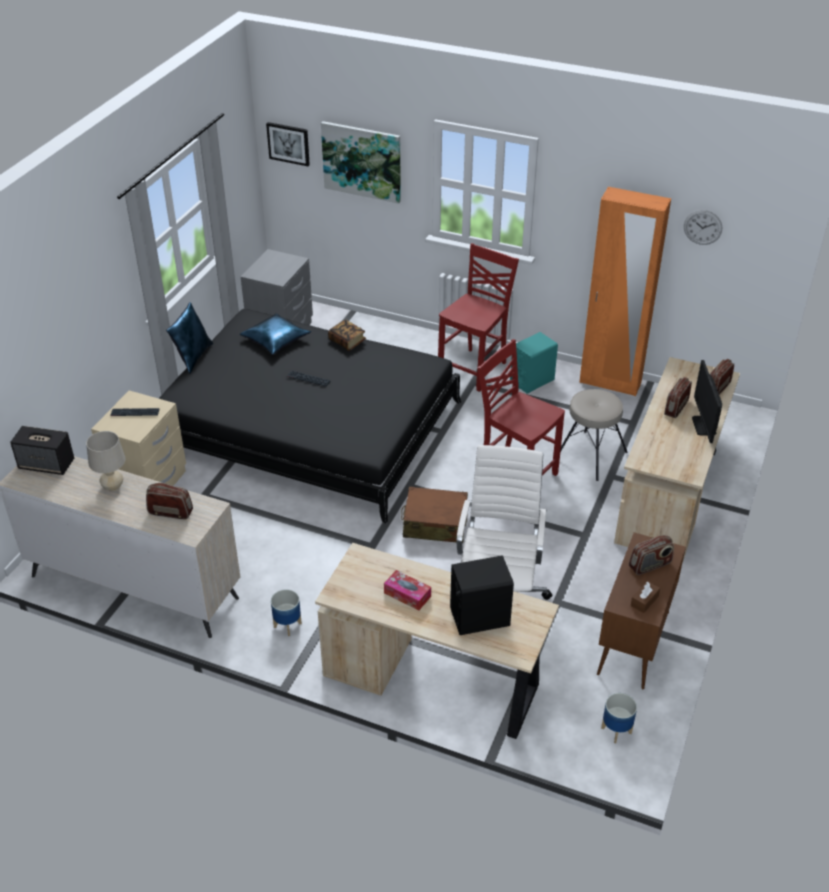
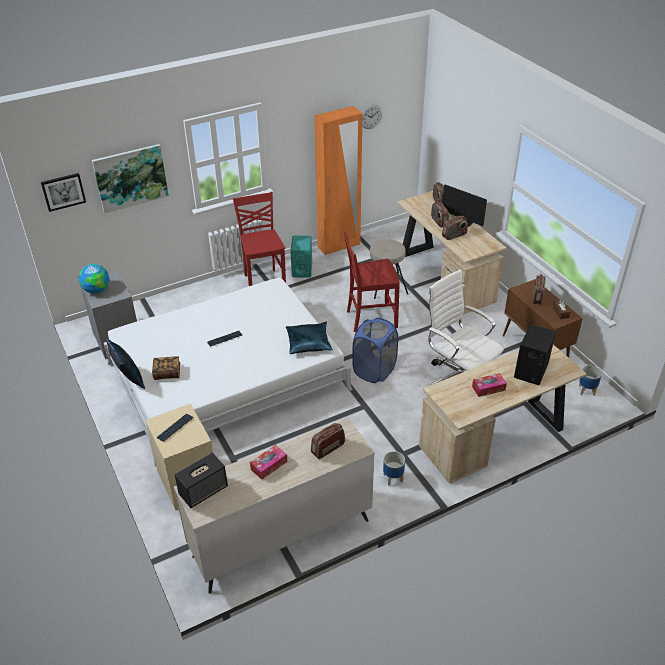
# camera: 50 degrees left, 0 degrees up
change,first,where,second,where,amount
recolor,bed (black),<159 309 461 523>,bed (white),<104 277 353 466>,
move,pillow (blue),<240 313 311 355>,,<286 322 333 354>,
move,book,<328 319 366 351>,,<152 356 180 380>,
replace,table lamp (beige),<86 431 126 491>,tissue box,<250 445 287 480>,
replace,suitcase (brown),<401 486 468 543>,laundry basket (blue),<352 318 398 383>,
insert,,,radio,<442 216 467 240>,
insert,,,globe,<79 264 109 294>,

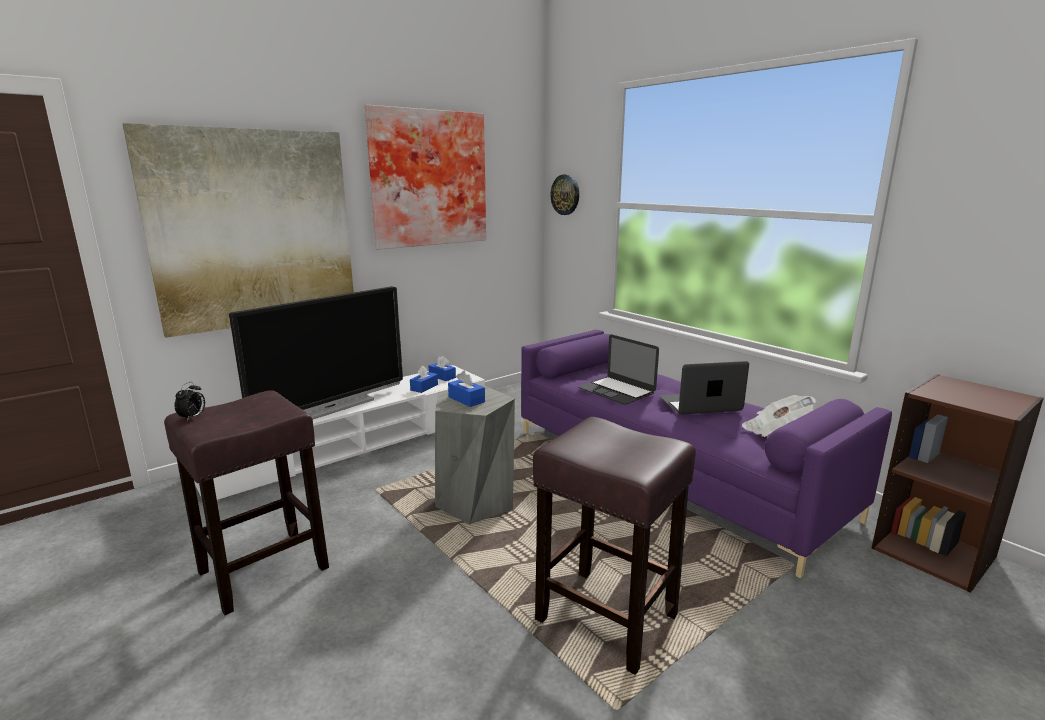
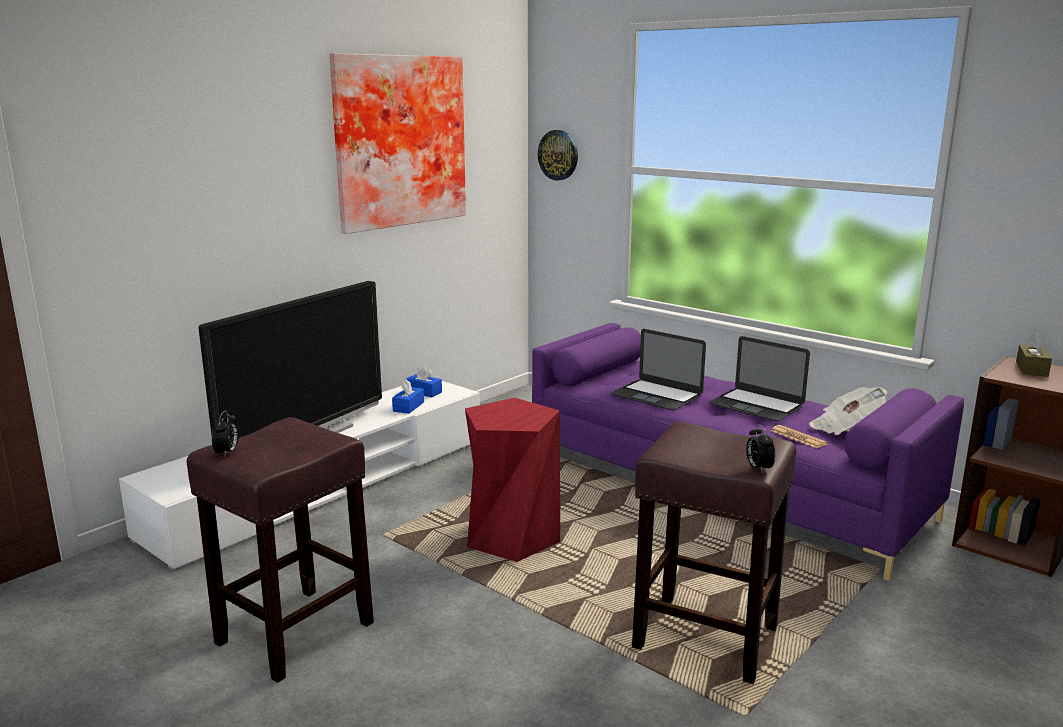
# camera: 10 degrees left, 0 degrees up
change,first,where,second,where,amount
delete,picture,<123 123 354 338>,,,
rotate,laptop,<660 361 749 415>,,<709 336 810 421>,120 degrees counterclockwise
delete,tissue box (blue),<448 371 485 407>,,,
recolor,stool (grey),<435 385 515 524>,stool (red),<465 398 560 562>,
insert,,,tissue box (brown),<1016 334 1052 377>,
insert,,,alarm clock,<746 424 775 474>,
insert,,,newspaper,<771 425 828 448>,

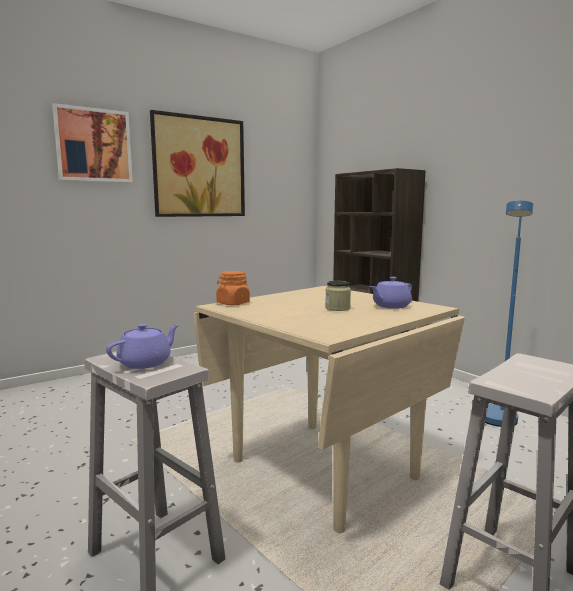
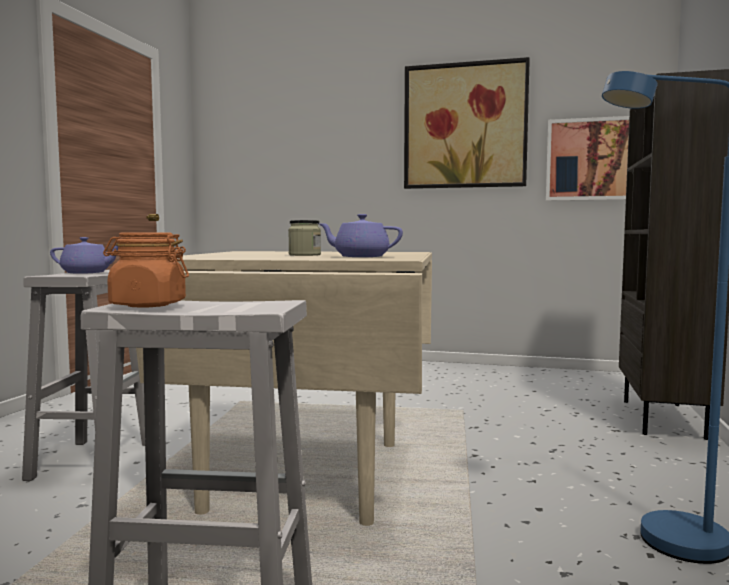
# camera: 50 degrees right, 5 degrees down
change,first,where,second,where,amount
move,picture,<52 103 133 182>,,<546 116 629 201>,
move,jar (orange),<216 271 250 305>,,<103 232 189 308>,

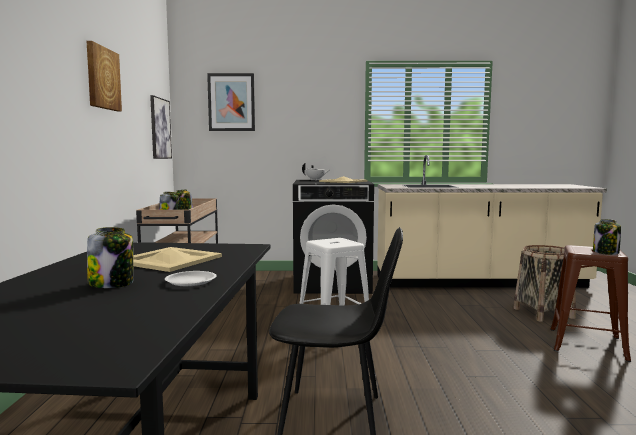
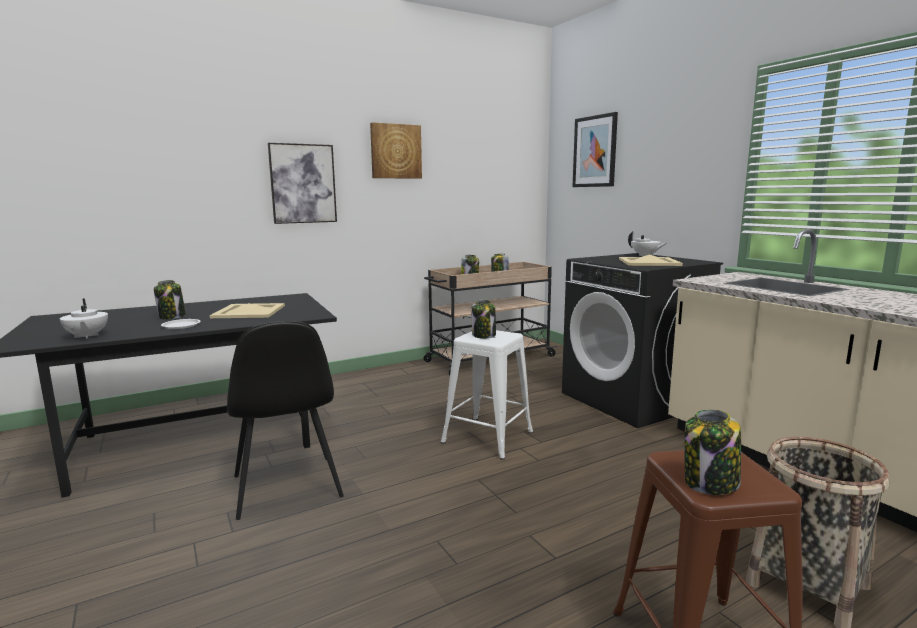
# camera: 60 degrees right, 5 degrees up
change,first,where,second,where,amount
move,picture,<150 95 172 159>,,<268 143 337 224>,
insert,,,teapot (white),<60 298 108 339>,
insert,,,jar,<471 300 496 339>,

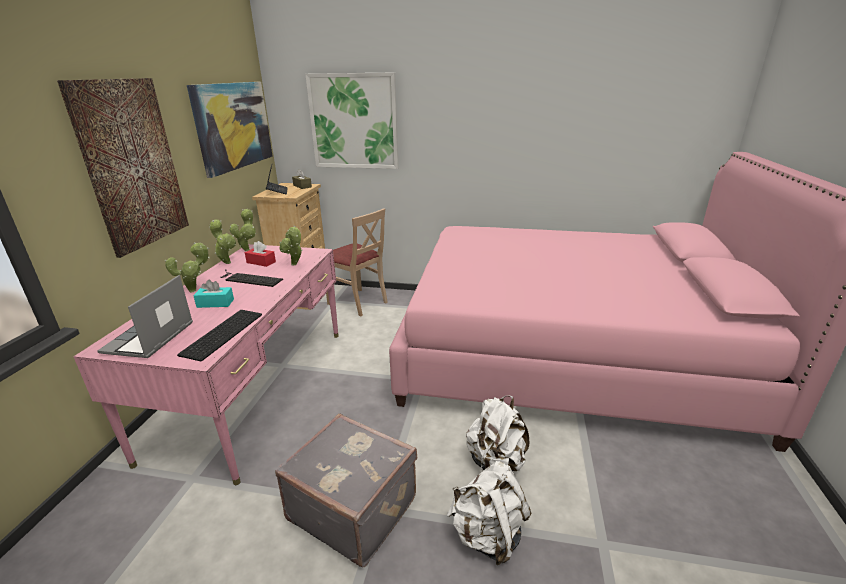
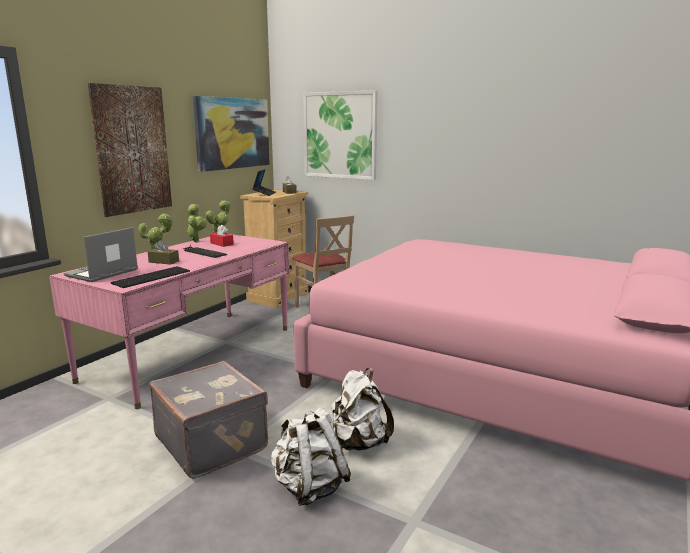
# camera: 20 degrees right, 10 degrees down
change,first,where,second,where,amount
delete,potted plant,<280 226 303 265>,,,
recolor,tissue box (turquoise),<193 280 234 308>,tissue box (brown),<147 240 179 265>,

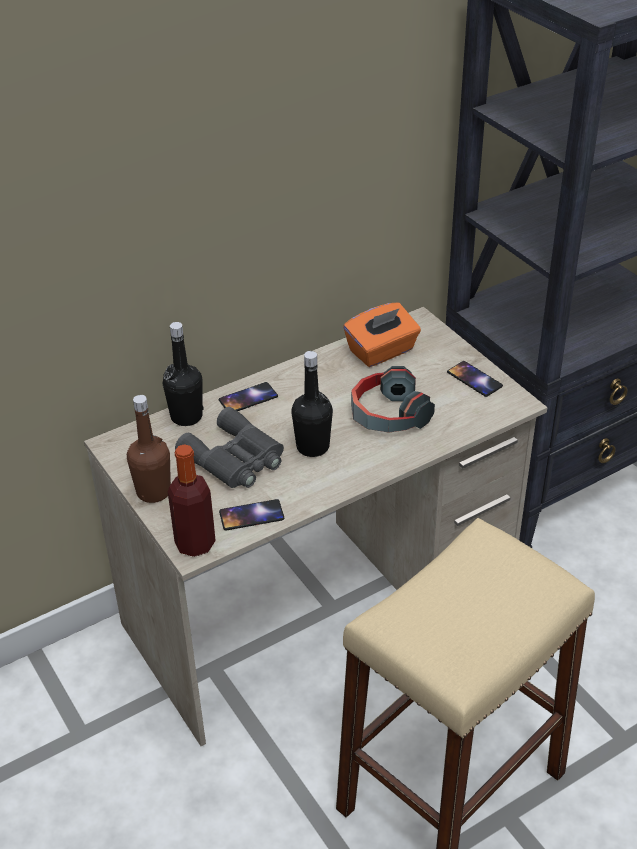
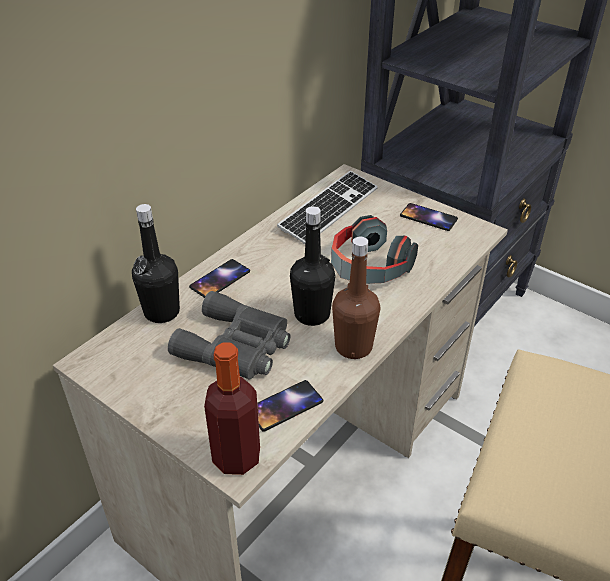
# camera: 20 degrees left, 0 degrees up
change,first,where,second,where,amount
replace,tissue box (orange),<343 303 421 367>,keyboard,<277 171 378 244>,
move,bottle (brown),<127 395 171 503>,,<332 237 380 359>,

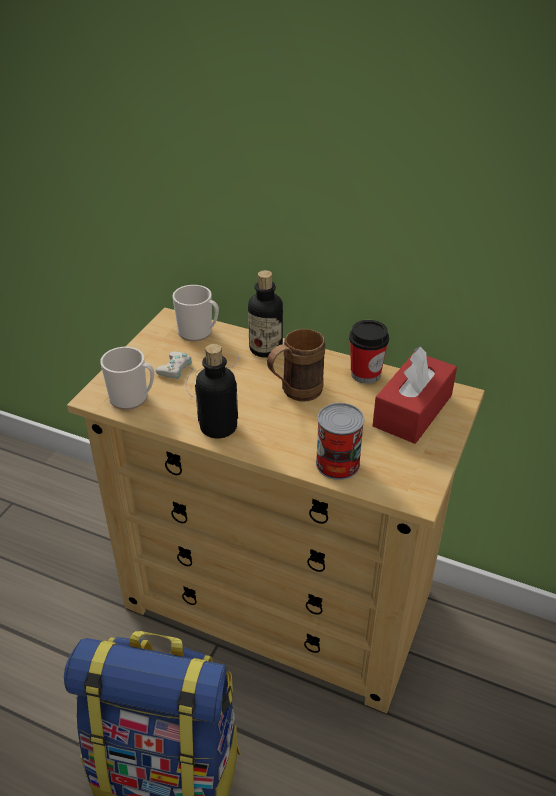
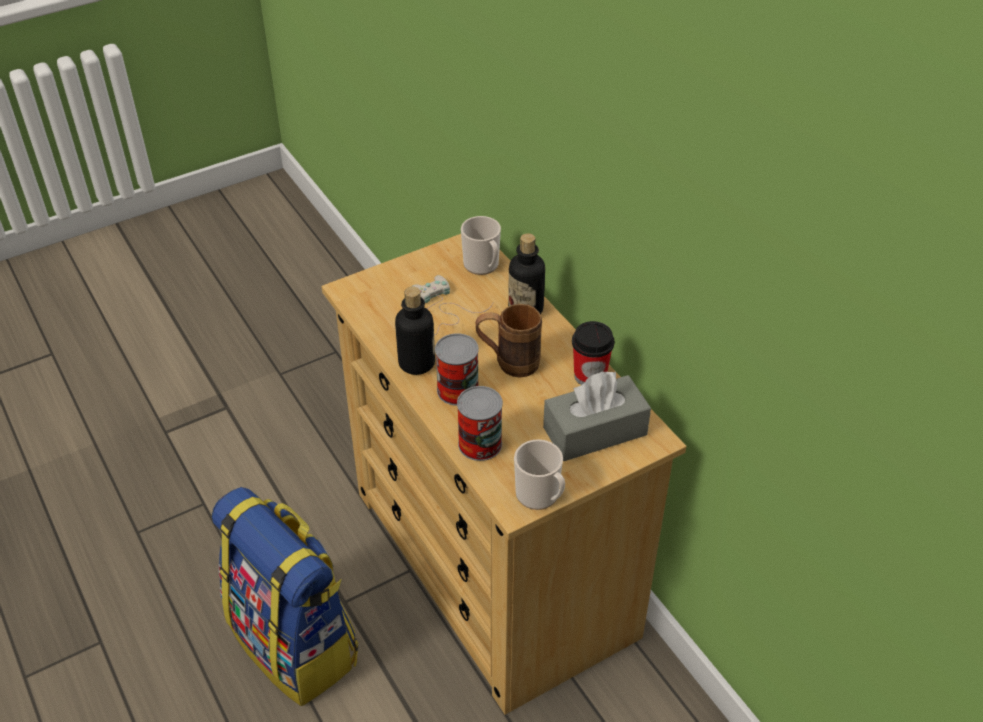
# camera: 35 degrees right, 5 degrees up
change,first,where,second,where,amount
move,mug,<100 347 154 410>,,<514 439 565 510>,
recolor,tissue box (red),<372 347 457 444>,tissue box (grey),<543 371 651 461>,
insert,,,can,<435 333 479 406>,

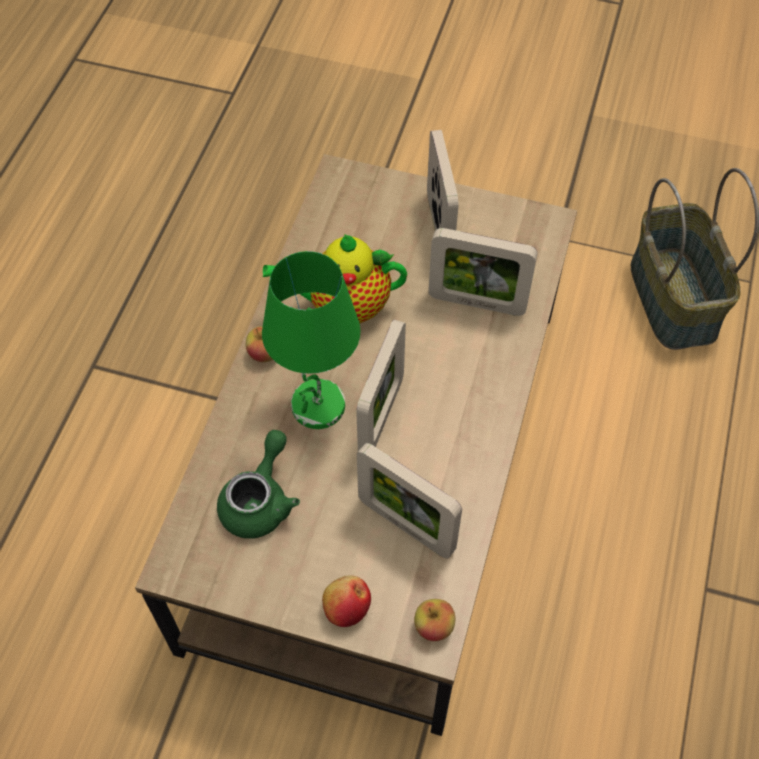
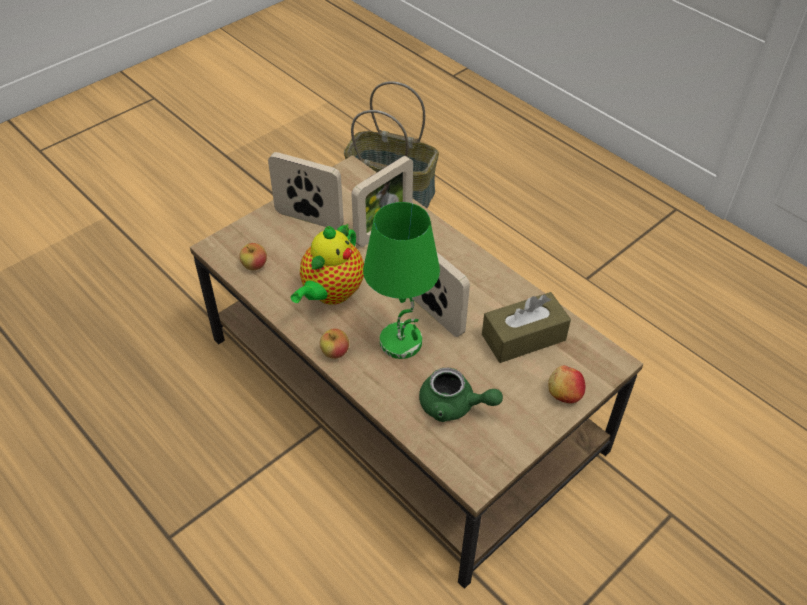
# camera: 60 degrees left, 10 degrees down
change,first,where,second,where,amount
rotate,teapot (green),<217 430 300 539>,,<419 368 503 422>,150 degrees clockwise
replace,picture frame,<357 443 462 559>,tissue box (brown),<482 292 571 363>,
move,apple,<414 599 456 641>,,<239 243 267 270>,

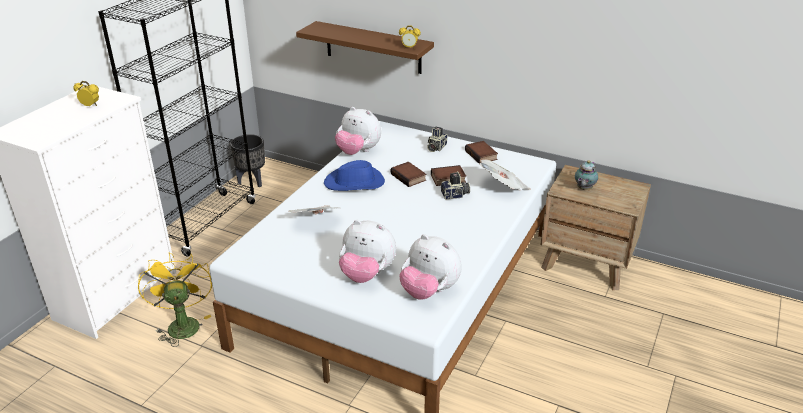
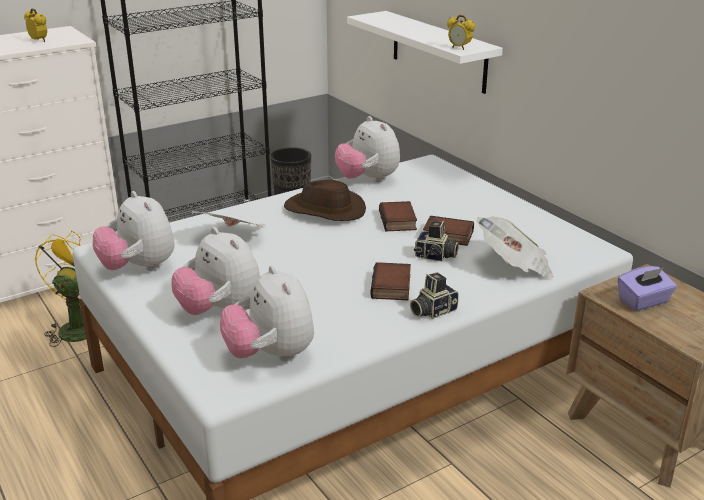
# camera: 30 degrees right, 5 degrees down
change,first,where,second,where,amount
recolor,shelf (brown),<296 21 434 74>,shelf (white),<347 11 503 94>,
move,photo camera,<427 127 447 152>,,<410 273 459 319>,
move,book,<465 141 498 163>,,<370 262 411 300>,
recolor,hat (blue),<324 160 385 191>,hat (brown),<284 180 366 221>,
replace,teapot,<575 160 598 190>,tissue box (purple),<618 266 677 311>,
insert,,,plush toy,<93 191 175 271>,

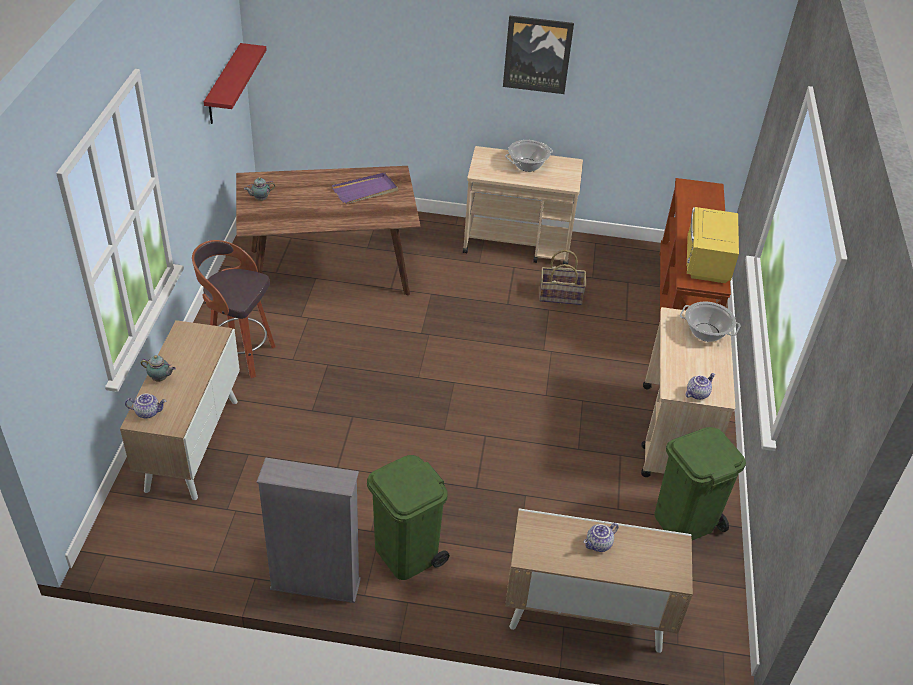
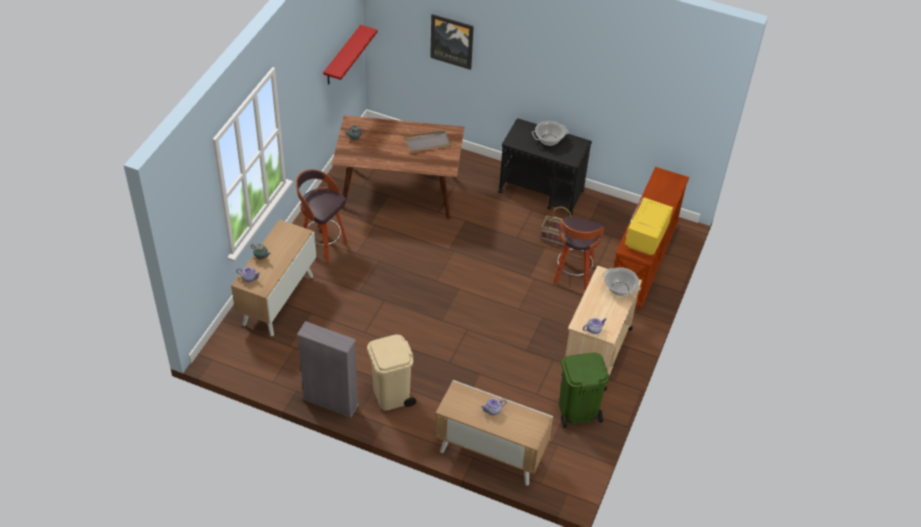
# camera: 15 degrees right, 5 degrees up
change,first,where,second,where,amount
move,picture,<503 15 574 94>,,<430 14 474 70>,
recolor,cart (beige),<463 146 583 265>,cart (black),<498 118 592 216>,
recolor,tray (purple),<332 172 398 204>,tray (grey),<405 131 451 152>,
recolor,trash can (green),<367 455 450 580>,trash can (beige),<367 334 417 411>,
insert,,,stool,<554 217 604 290>,

